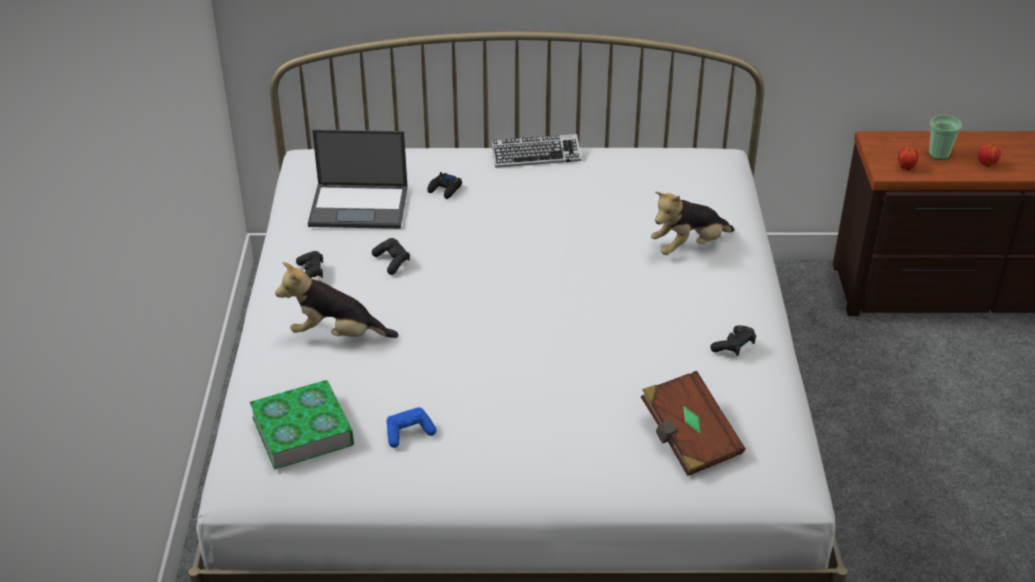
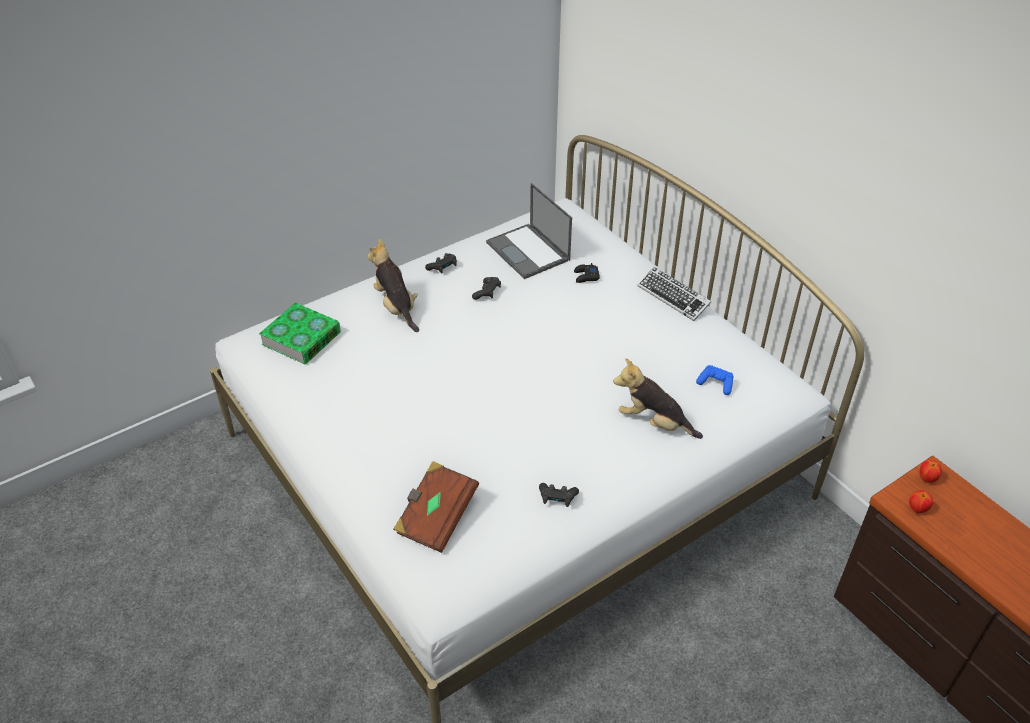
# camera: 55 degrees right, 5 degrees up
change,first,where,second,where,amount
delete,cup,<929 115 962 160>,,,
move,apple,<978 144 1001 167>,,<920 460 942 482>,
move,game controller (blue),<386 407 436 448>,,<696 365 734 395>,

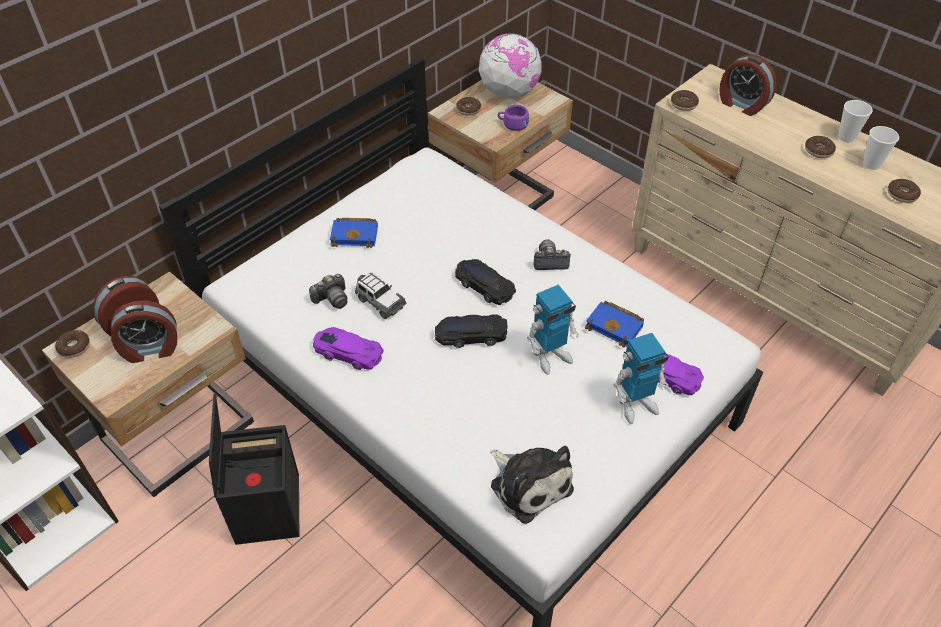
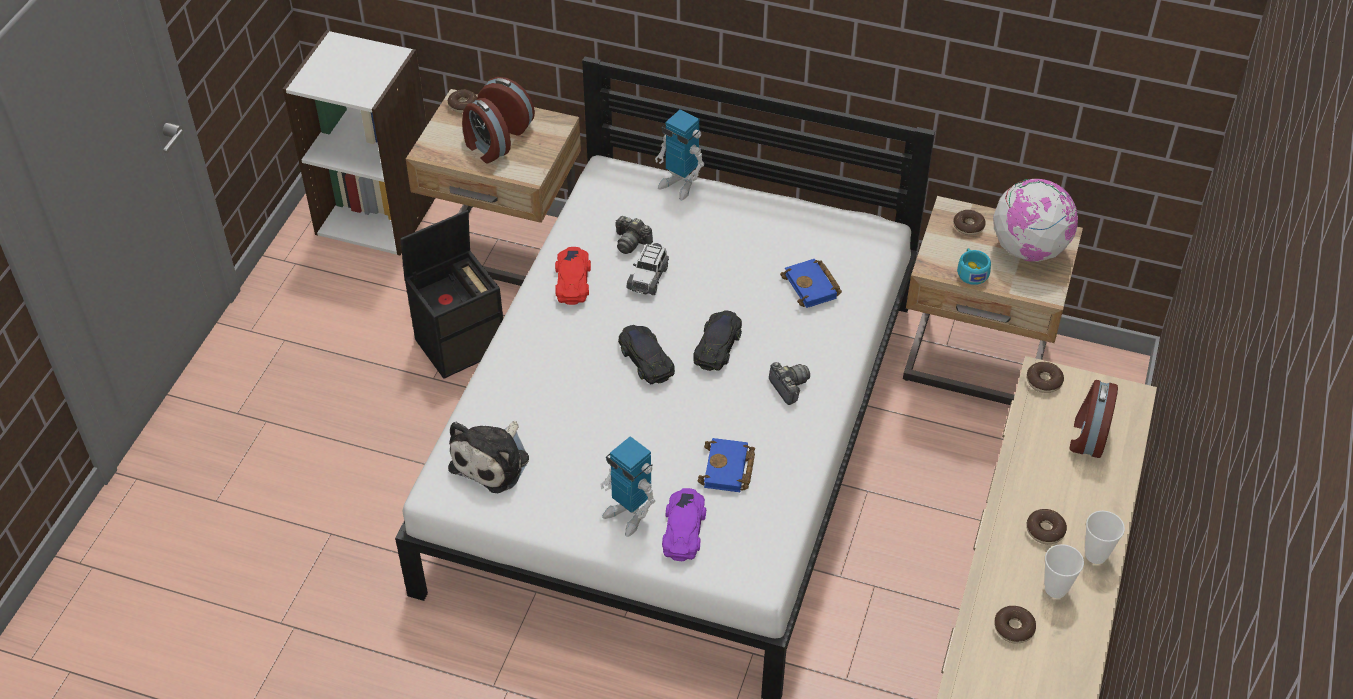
# camera: 65 degrees right, 0 degrees up
change,first,where,second,where,amount
recolor,cup (purple),<498 105 529 131>,cup (turquoise),<957 248 991 285>,
move,book (blue),<330 218 378 248>,,<780 259 842 308>,
move,toy robot,<527 285 579 375>,,<655 110 704 200>,
recolor,toy car (purple),<313 327 384 370>,toy car (red),<555 247 591 305>,

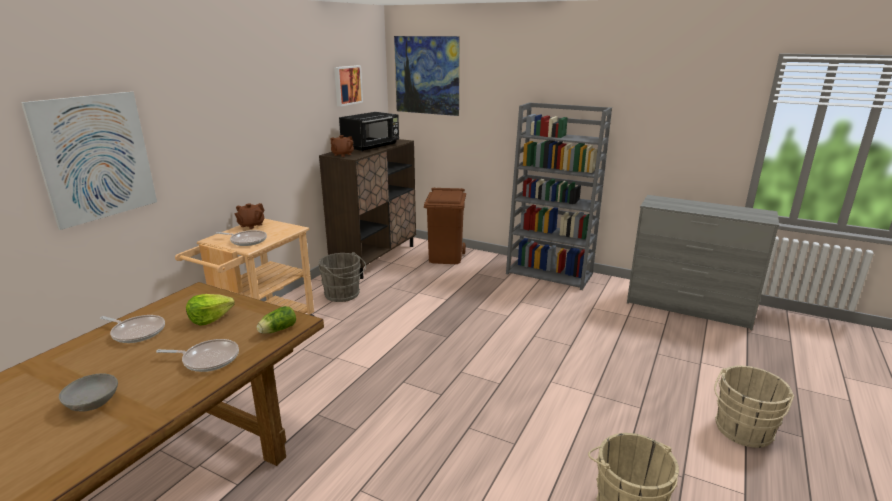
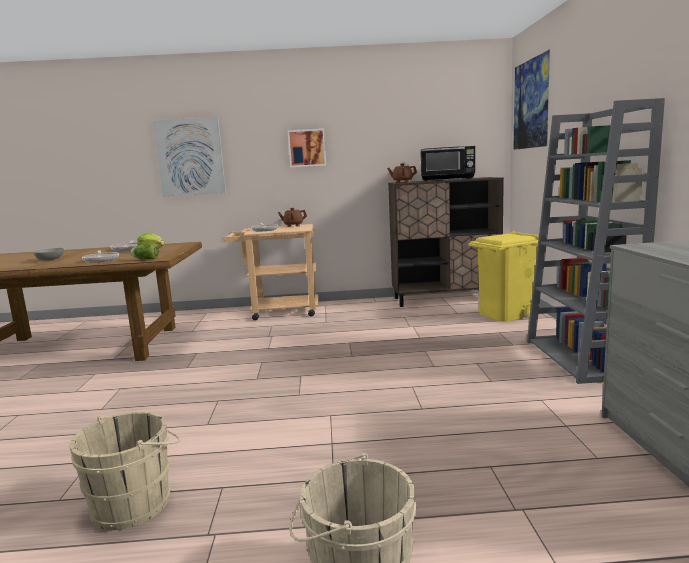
# camera: 60 degrees right, 10 degrees down
change,first,where,second,where,amount
move,picture,<334 65 363 106>,,<288 128 326 167>,
recolor,trash can (brown),<424 187 466 264>,trash can (yellow),<469 231 539 322>,
delete,bucket (grey),<319 252 366 302>,,,

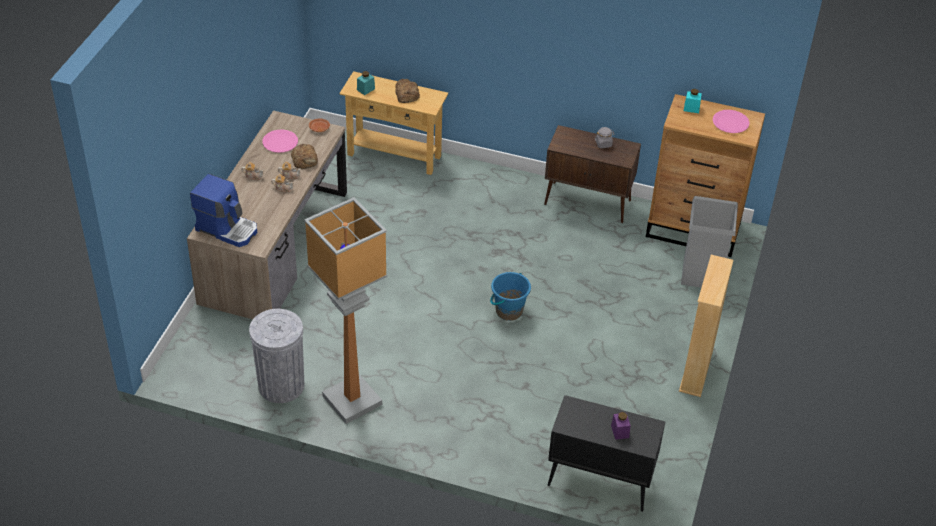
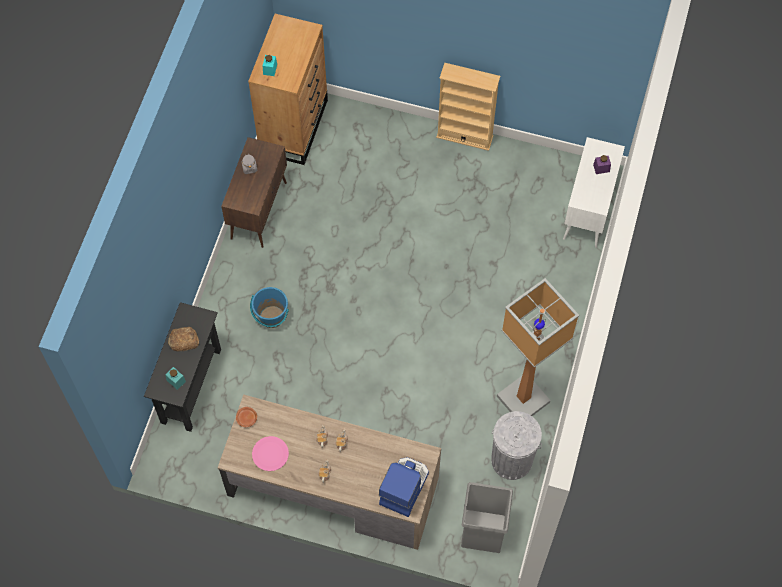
# camera: 90 degrees left, 20 degrees up
change,first,where,second,where,amount
recolor,console table (beige),<339 71 448 175>,console table (black),<144 302 221 432>,
delete,plate (pink),<713 110 750 133>,,,
delete,bread,<291 144 318 169>,,,
move,trash can (grey),<681 196 738 288>,,<461 482 513 553>,
move,bucket (blue),<490 272 531 321>,,<250 287 289 328>,
recolor,cabinet (black),<548 395 665 512>,cabinet (white),<563 137 625 248>,

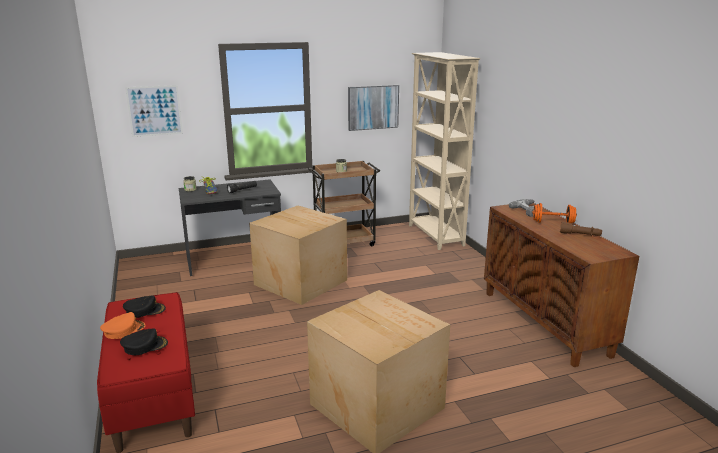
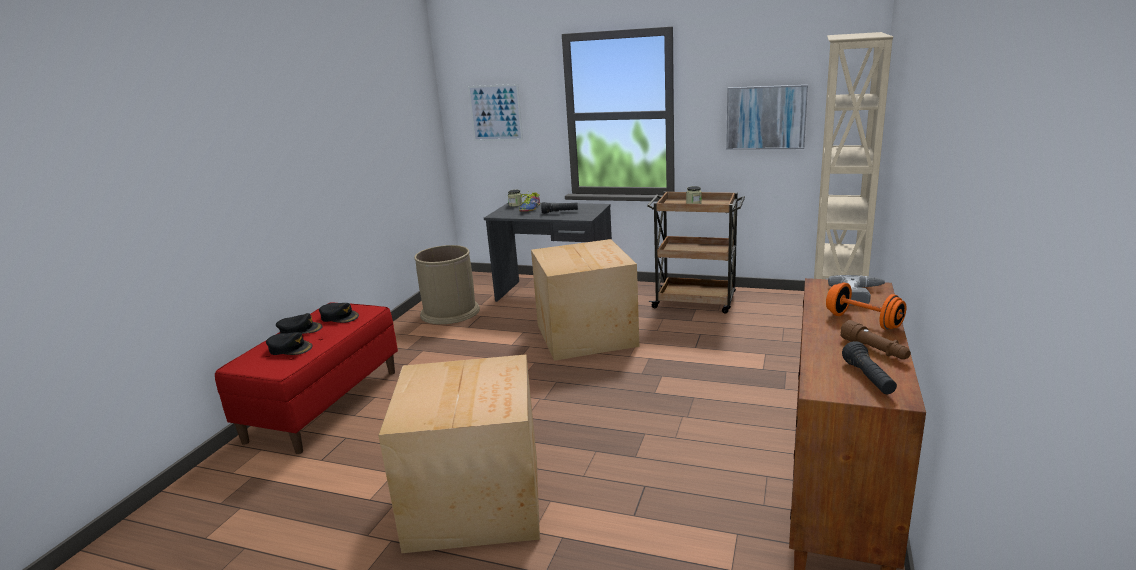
# camera: 40 degrees right, 0 degrees up
change,first,where,second,where,amount
recolor,cap (orange),<100 312 146 339>,cap (black),<276 313 323 334>,
insert,,,trash can (brown),<414 245 480 324>,
insert,,,flashlight (black),<842 341 897 394>,

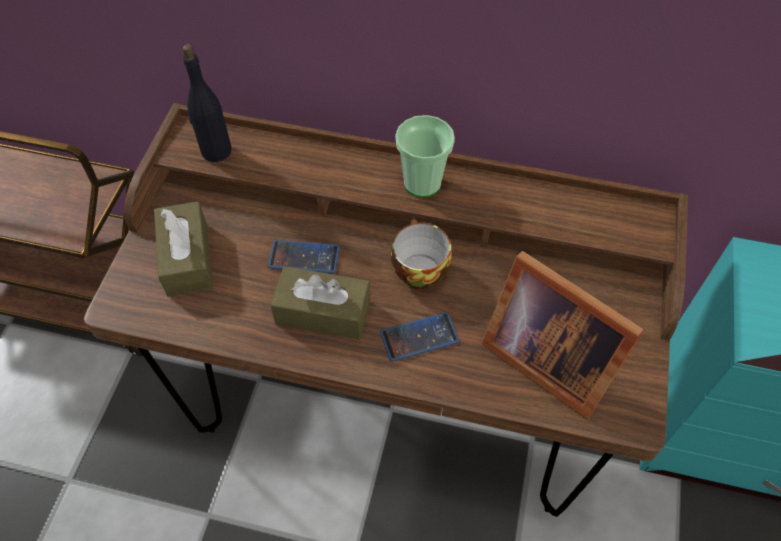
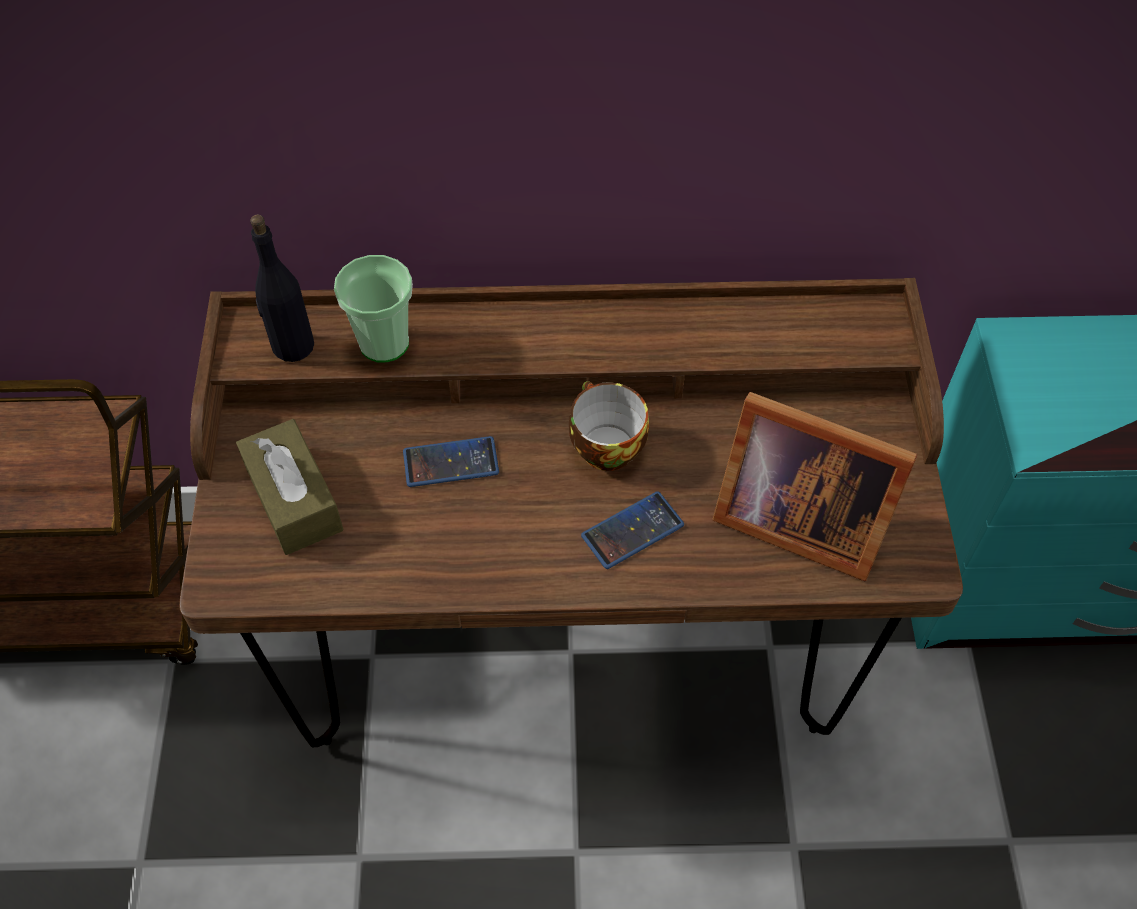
# camera: 15 degrees left, 0 degrees up
change,first,where,second,where,amount
move,cup,<396 115 455 197>,,<334 255 413 362>,
delete,tissue box (brown),<270 266 370 340>,,,

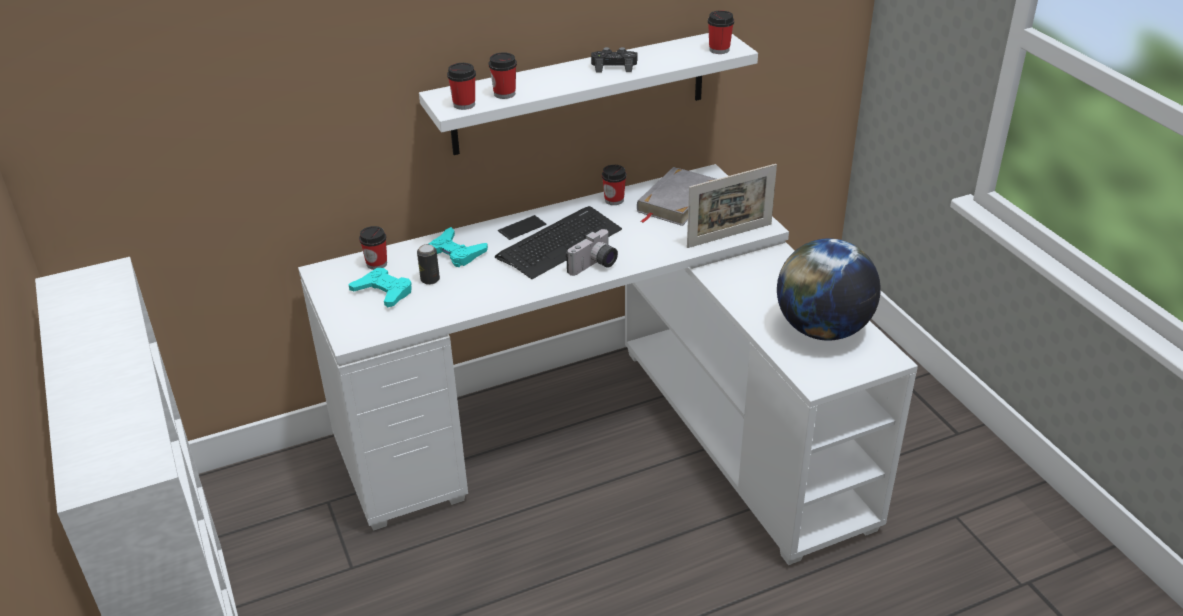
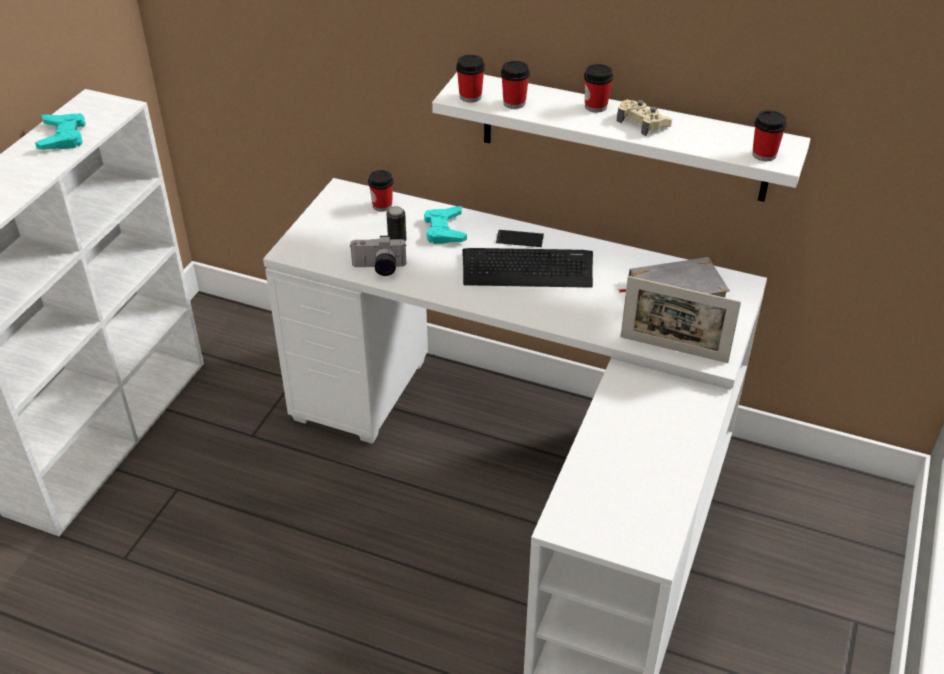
# camera: 45 degrees right, 5 degrees up
change,first,where,second,where,amount
recolor,game controller (black),<591 47 638 72>,game controller (beige),<617 99 672 136>,
move,cup,<602 165 627 205>,,<584 64 613 112>,
move,photo camera,<566 229 618 276>,,<349 236 407 276>,
delete,globe,<777 238 881 341>,,,
move,game controller (turquoise),<349 268 412 307>,,<35 113 85 150>,

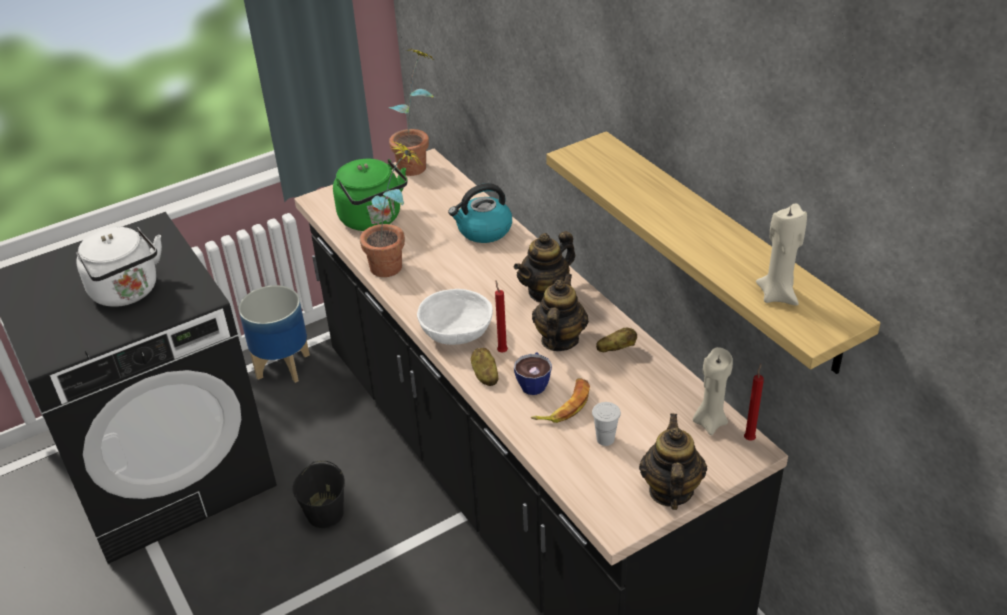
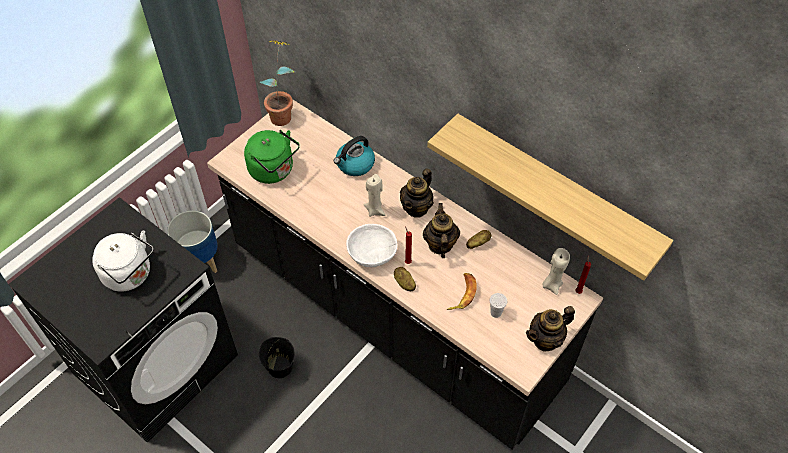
# camera: 20 degrees left, 15 degrees up
change,first,where,second,where,amount
delete,potted plant,<360 140 421 277>,,,
move,candle (beige),<756 203 807 306>,,<364 174 385 217>,
delete,cup,<514 352 552 395>,,,
rotate,teapot,<639 413 707 510>,,<526 306 575 352>,105 degrees counterclockwise

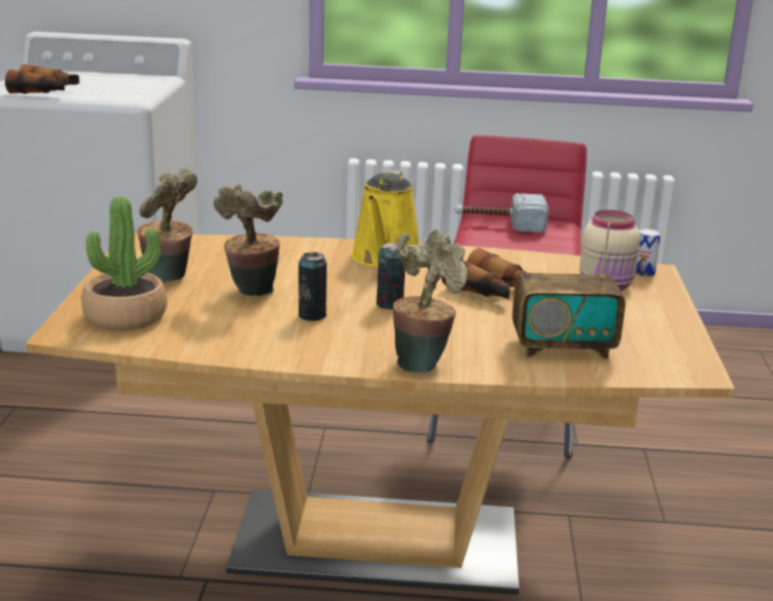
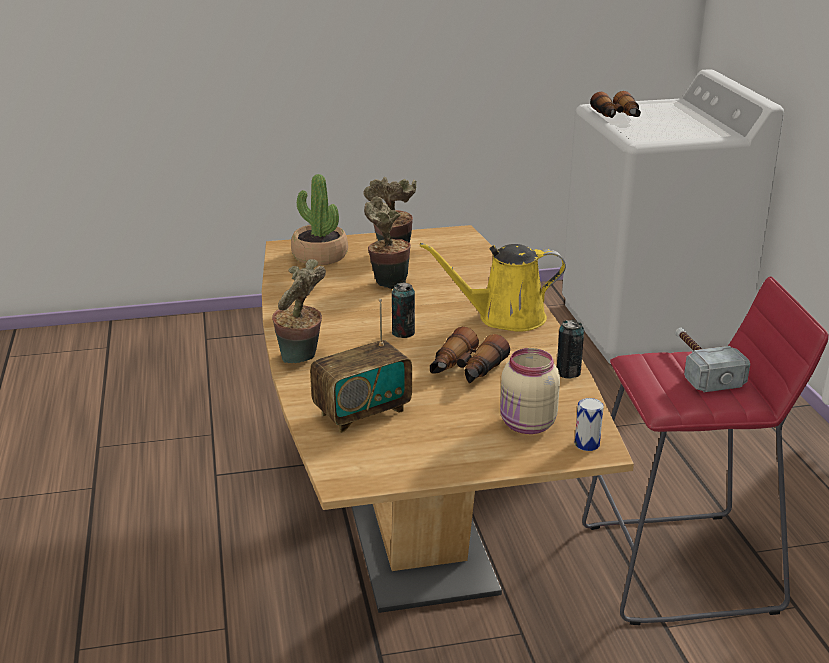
# camera: 75 degrees right, 5 degrees up
change,first,where,second,where,amount
rotate,radio,<512 223 625 359>,,<310 299 412 433>,105 degrees counterclockwise
move,can,<298 252 327 321>,,<557 319 584 379>,

